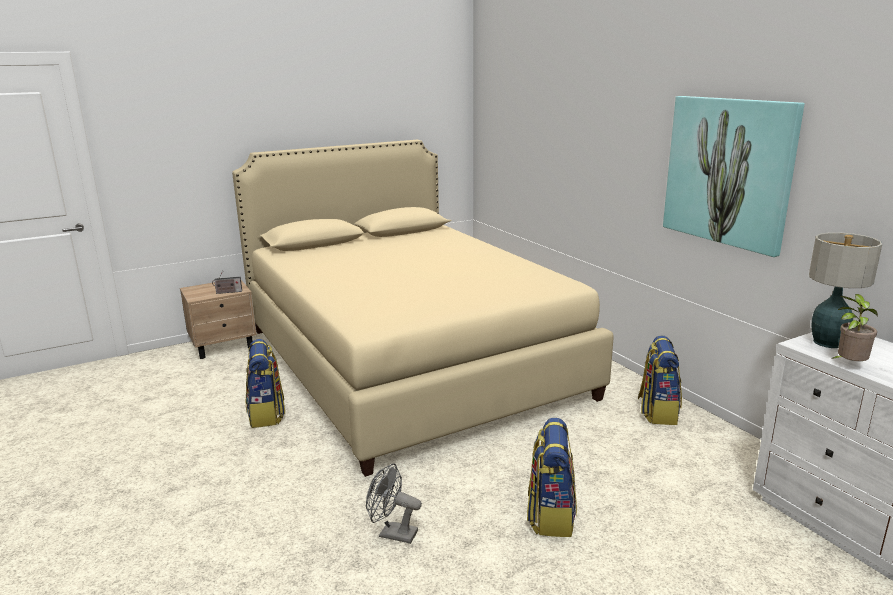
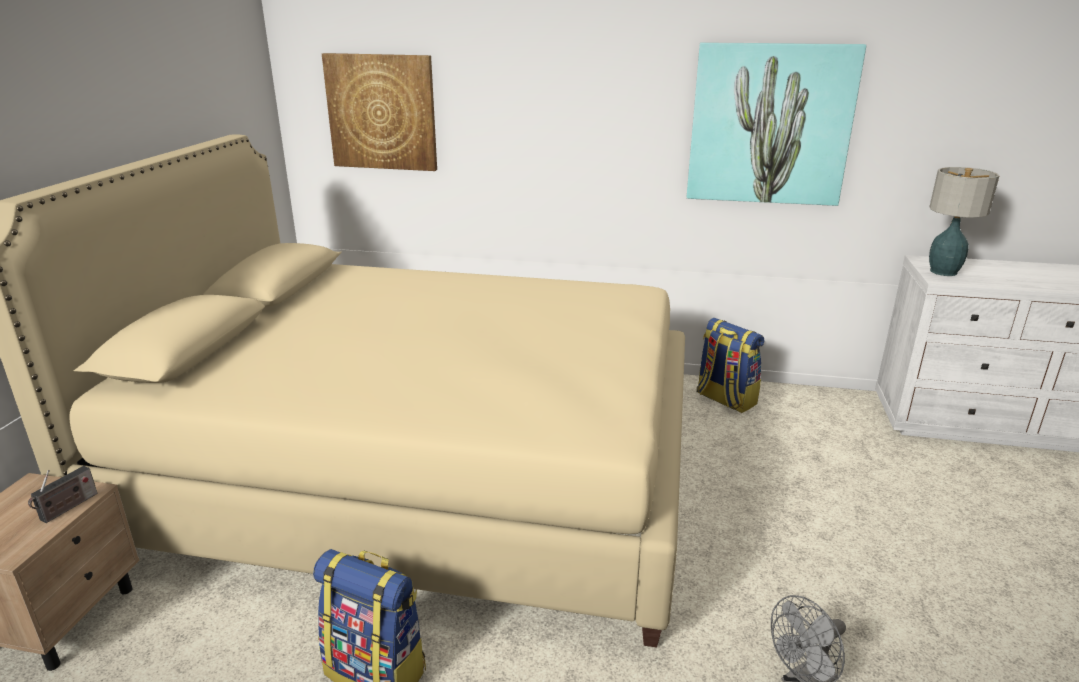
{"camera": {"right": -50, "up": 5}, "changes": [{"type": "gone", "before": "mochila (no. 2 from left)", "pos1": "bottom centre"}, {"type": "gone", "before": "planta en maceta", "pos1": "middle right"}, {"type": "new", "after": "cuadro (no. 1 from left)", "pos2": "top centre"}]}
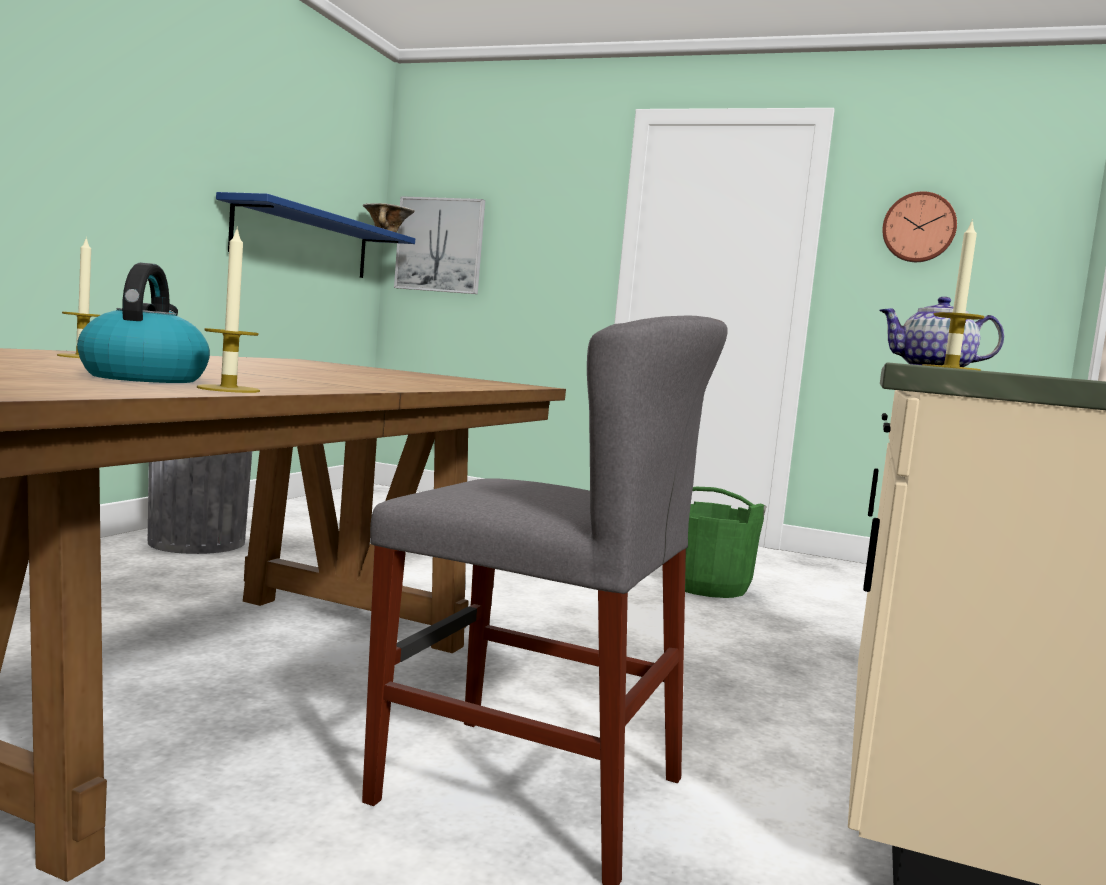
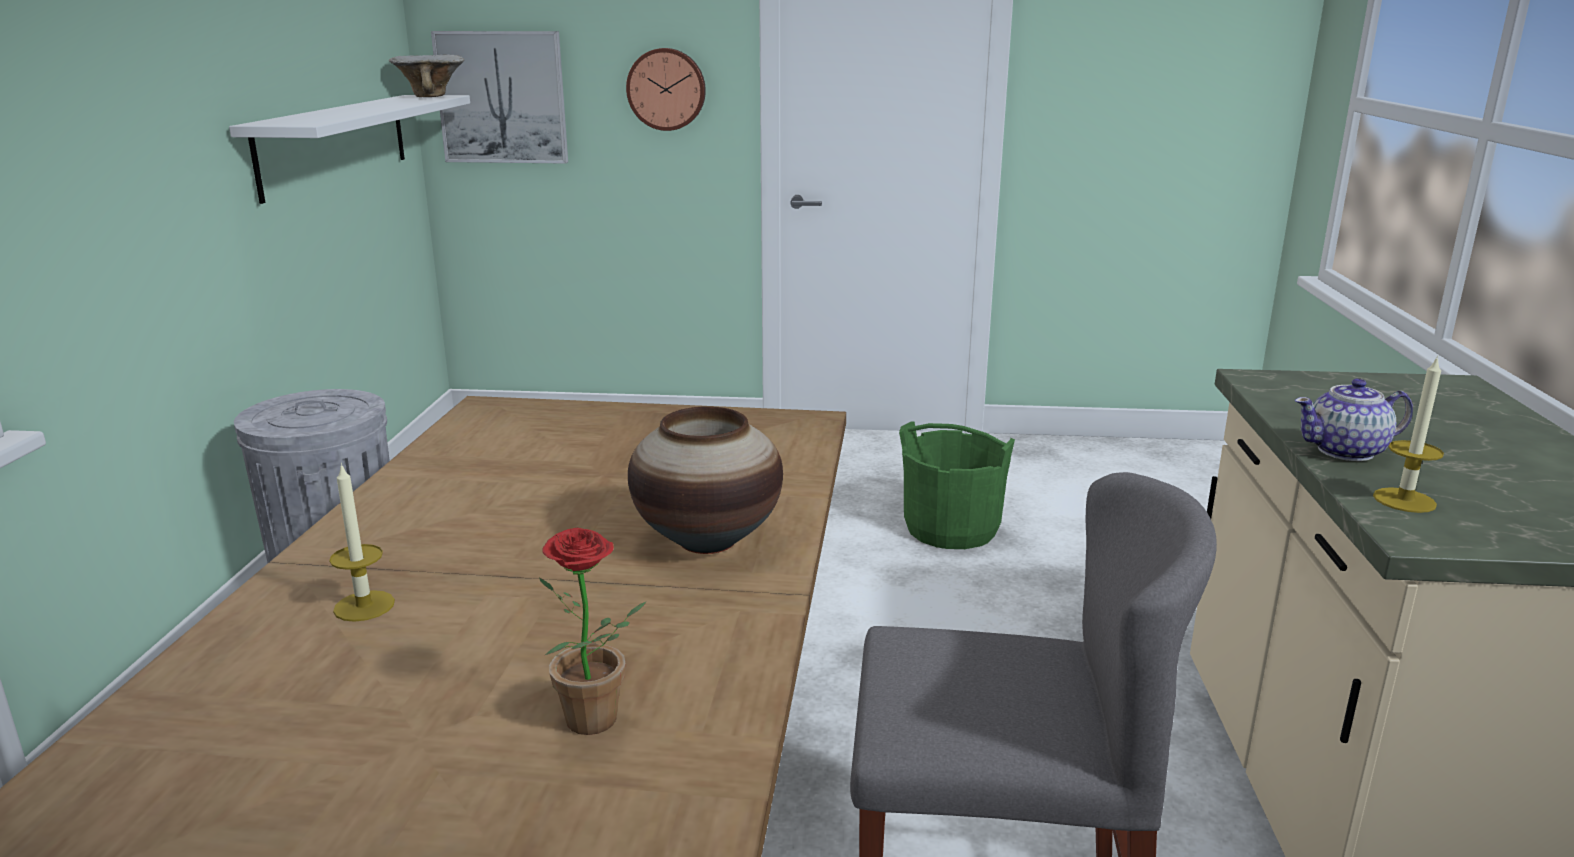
{"camera": {"right": -15, "up": 15}, "changes": [{"type": "swapped", "before": "hervidor", "after": "planta en maceta", "pos1": "middle left", "pos2": "bottom centre"}, {"type": "gone", "before": "vela (no. 2 from left)", "pos1": "middle left"}, {"type": "repainted", "before": "estante/azul", "after": "estante/blanco", "pos1": "top left", "pos2": "top left"}, {"type": "shifted", "before": "reloj de pared", "pos1": "top right", "pos2": "top centre"}, {"type": "new", "after": "florero", "pos2": "centre"}]}
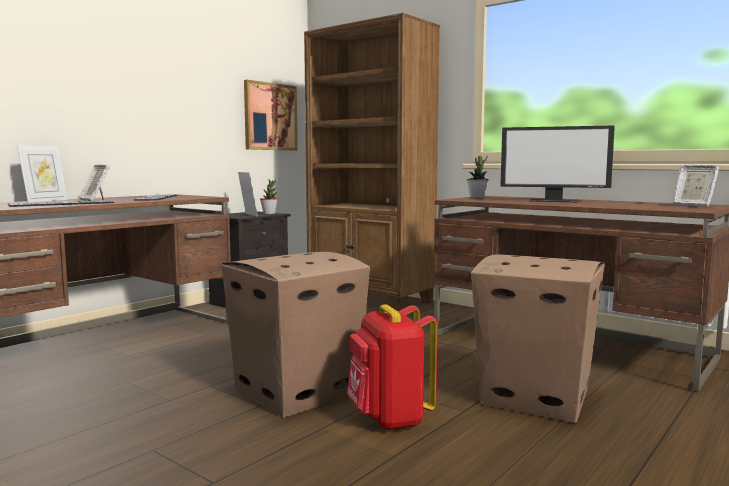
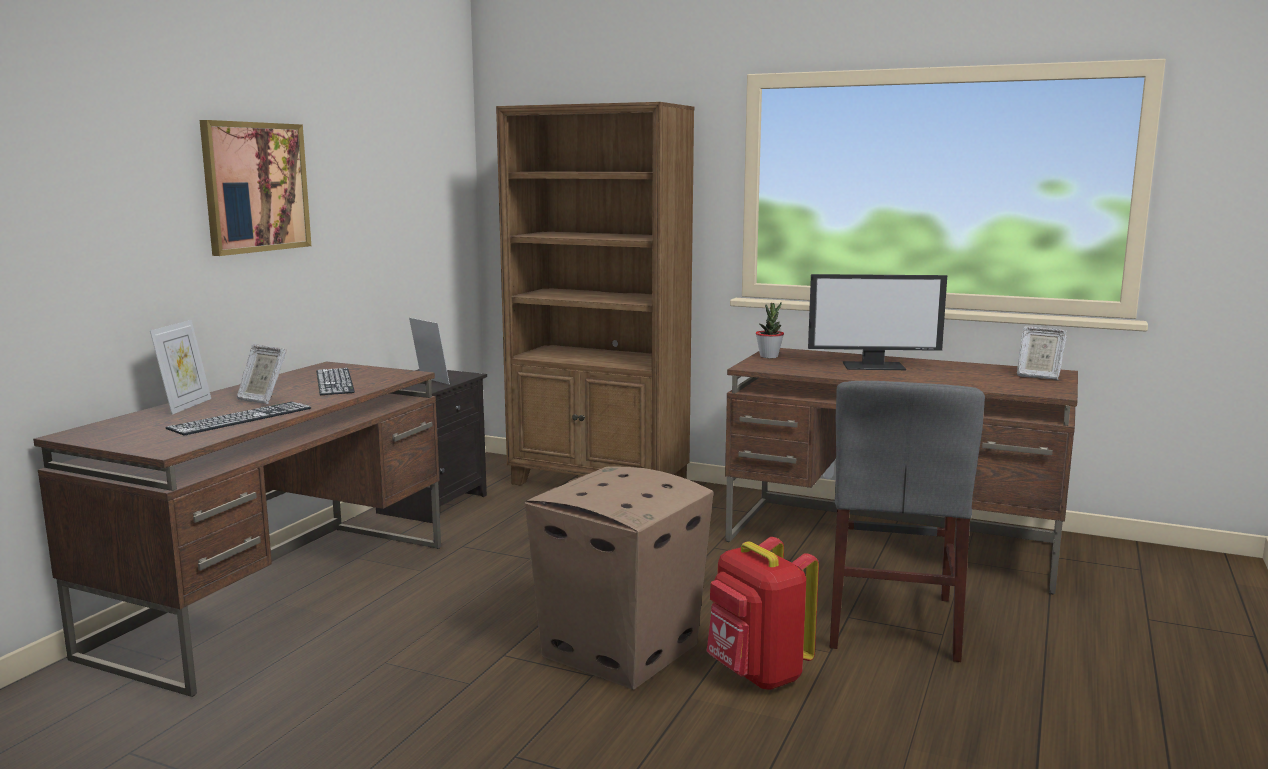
{"camera": {"right": -15, "up": 5}, "changes": [{"type": "shifted", "before": "cuadro", "pos1": "top centre", "pos2": "top left"}, {"type": "gone", "before": "planta en maceta (no. 1 from left)", "pos1": "centre"}, {"type": "swapped", "before": "caja de cartón (no. 2 from left)", "after": "silla/gris", "pos1": "bottom right", "pos2": "bottom right"}]}
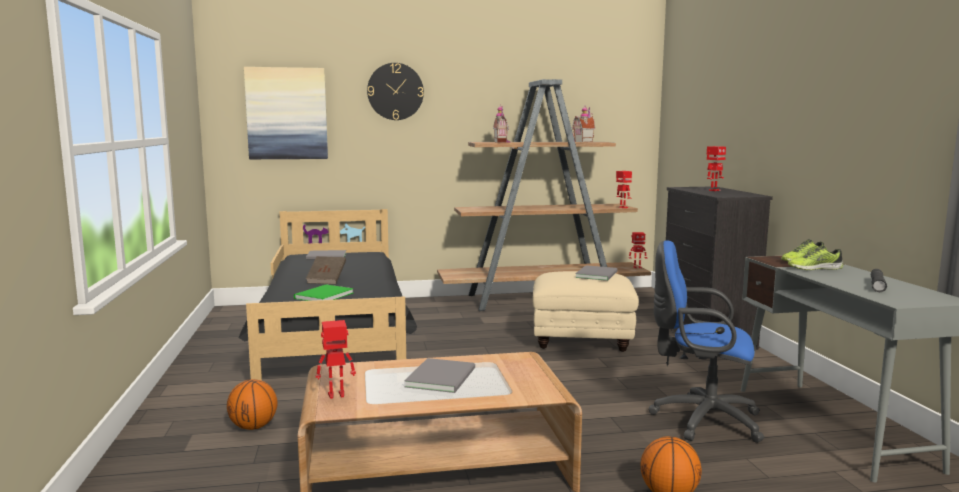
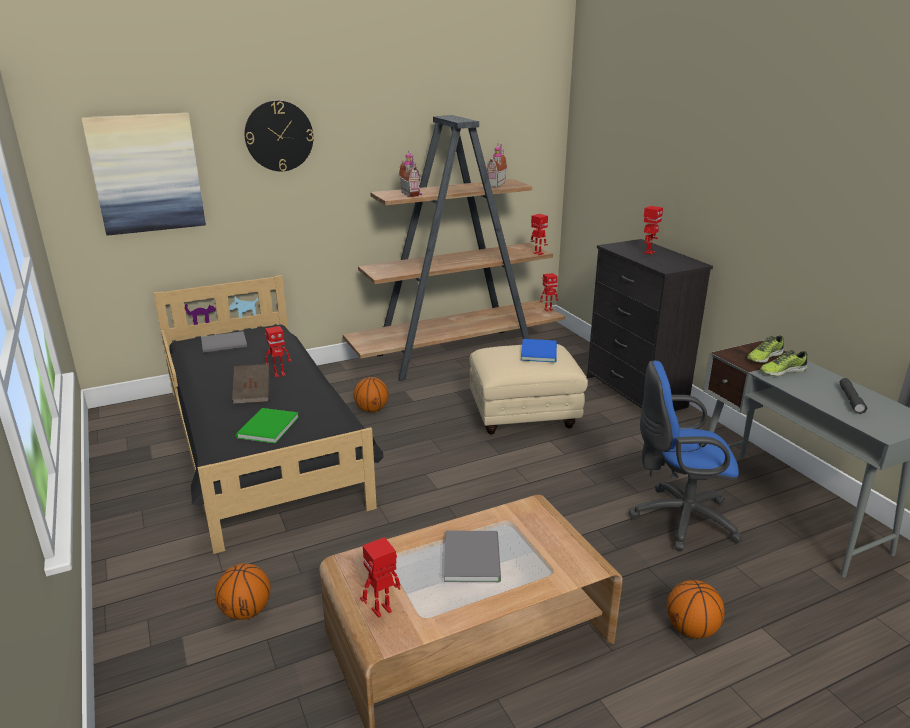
{"camera": {"right": -15, "up": 15}, "changes": [{"type": "repainted", "before": "libro/gris (no. 3 from left)", "after": "libro/azul", "pos1": "centre", "pos2": "centre"}, {"type": "new", "after": "robot de juguete (no. 1 from left)", "pos2": "middle left"}, {"type": "new", "after": "balón de baloncesto (no. 2 from left)", "pos2": "centre"}]}
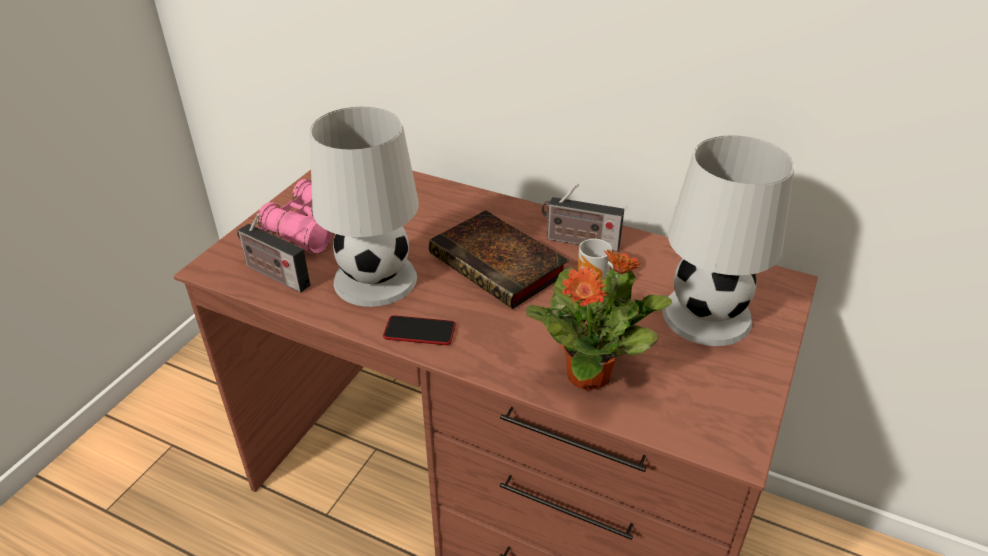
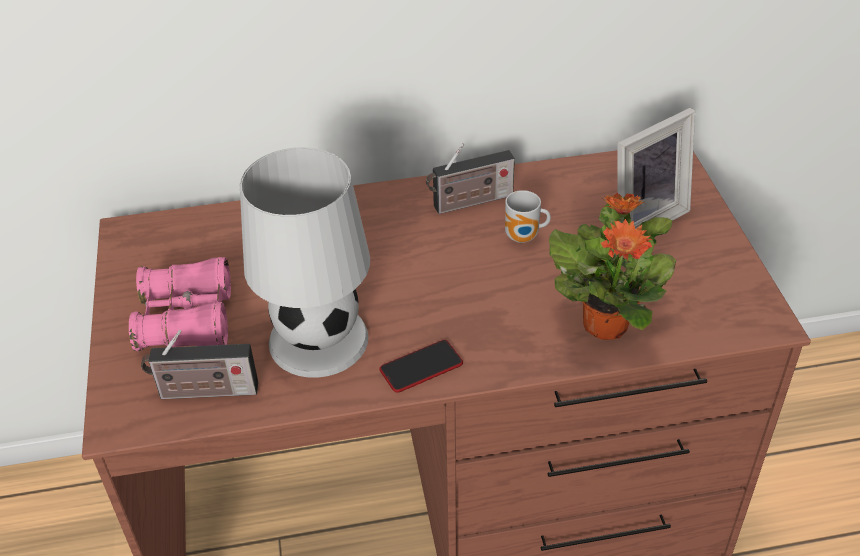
{"camera": {"right": -35, "up": 5}, "changes": [{"type": "gone", "before": "libro", "pos1": "centre"}, {"type": "swapped", "before": "lámpara de mesa/blanco (no. 2 from left)", "after": "portarretratos", "pos1": "middle right", "pos2": "top right"}]}
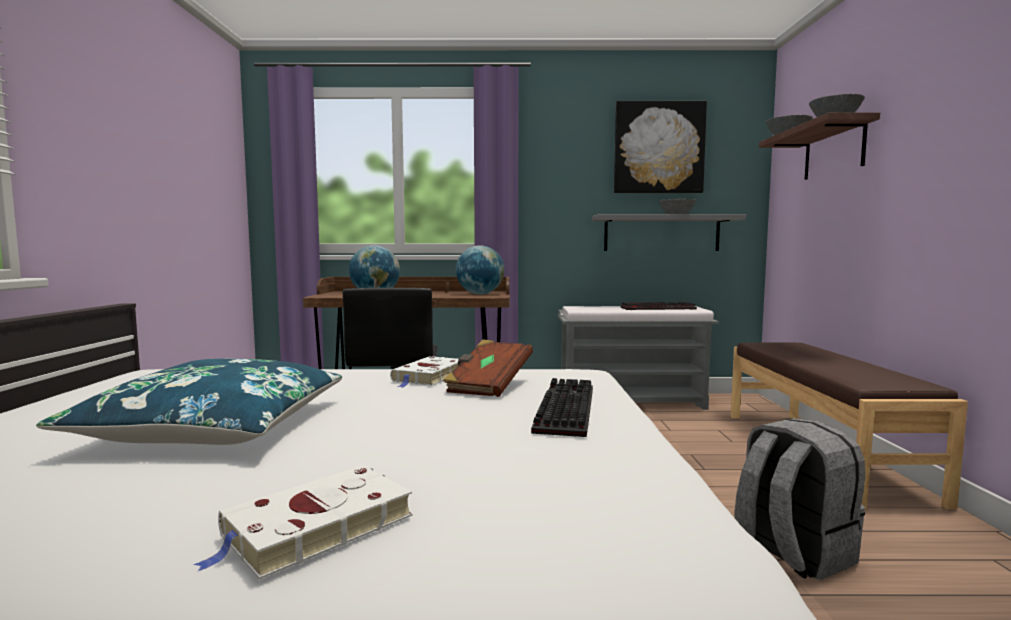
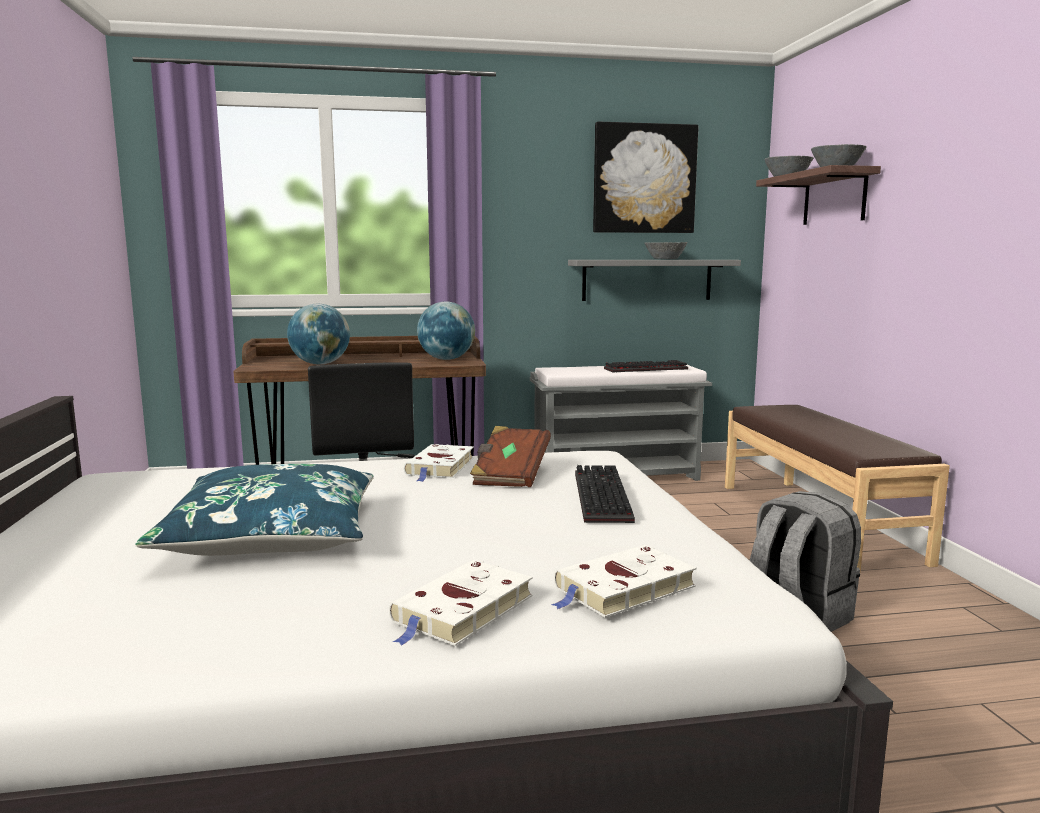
{"camera": {"right": -10, "up": 5}, "changes": [{"type": "new", "after": "libro/blanco (no. 3 from left)", "pos2": "bottom centre"}]}
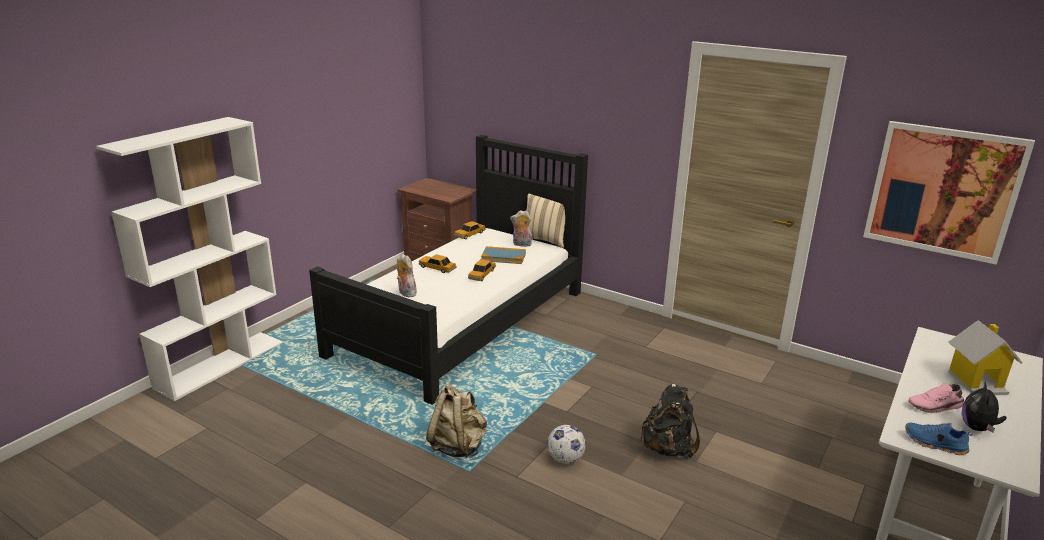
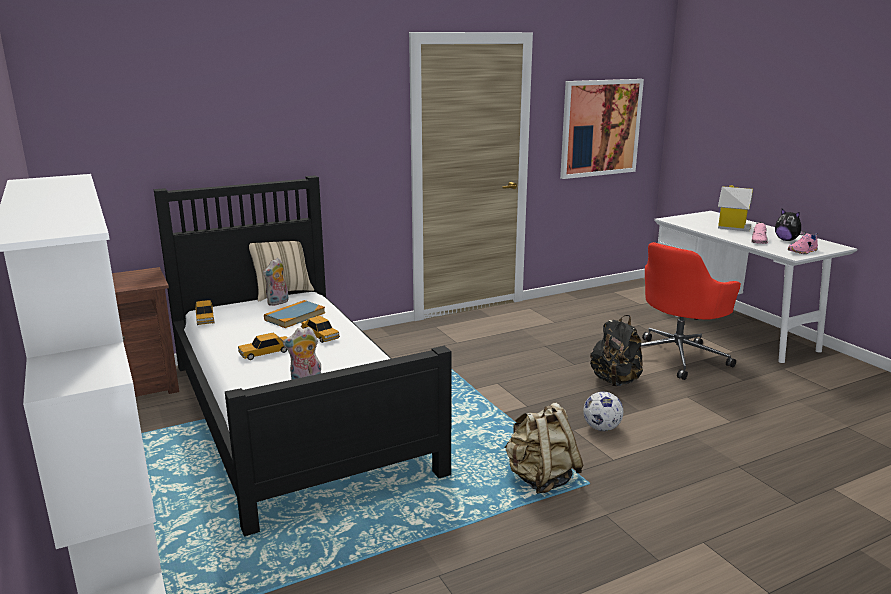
{"camera": {"right": -60, "up": -5}, "changes": [{"type": "repainted", "before": "zapato/azul", "after": "zapato/rosa (no. 2 from left)", "pos1": "bottom right", "pos2": "middle right"}, {"type": "new", "after": "silla de oficina/rojo", "pos2": "middle right"}]}
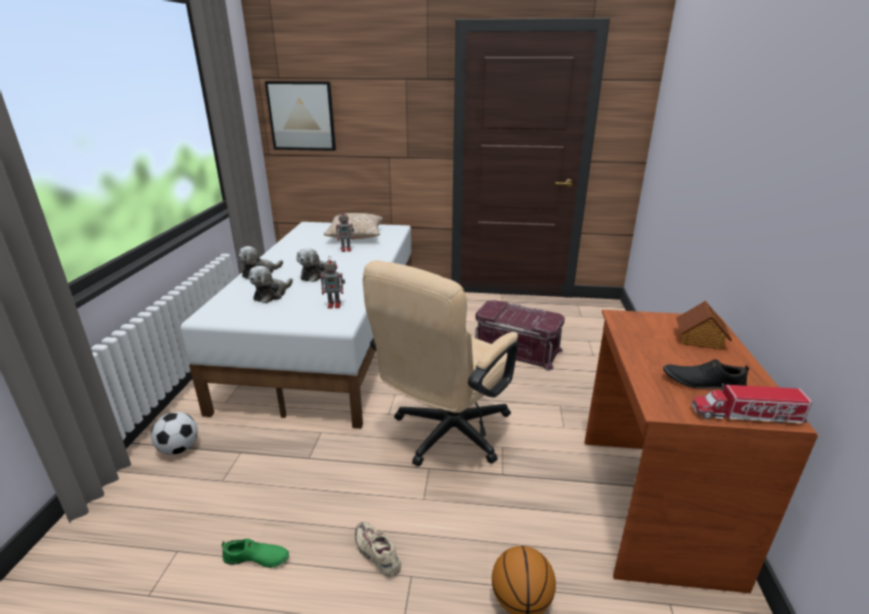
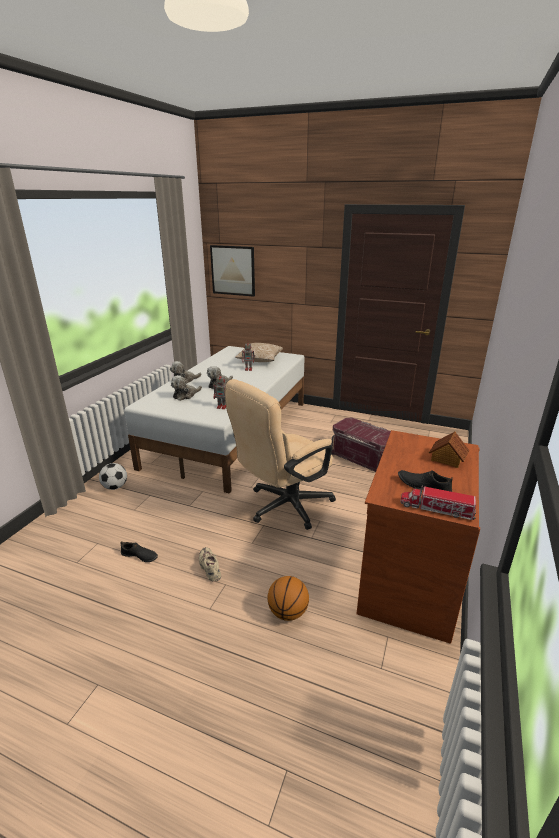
{"camera": {"right": 15, "up": 0}, "changes": [{"type": "repainted", "before": "zapato/verde", "after": "zapato/negro (no. 1 from left)", "pos1": "bottom left", "pos2": "middle left"}]}
